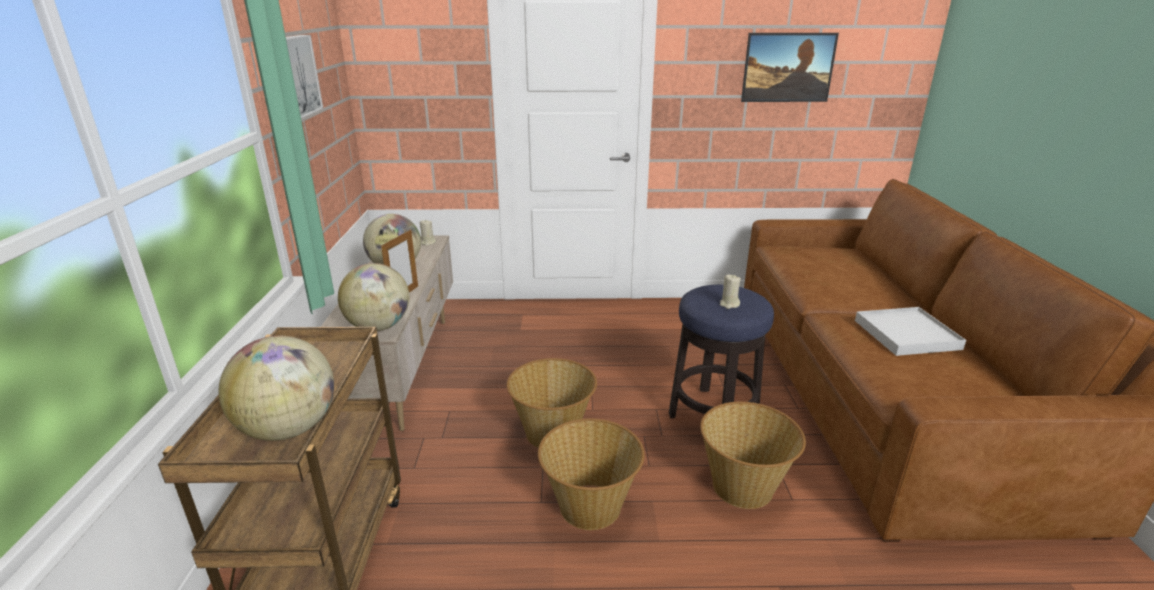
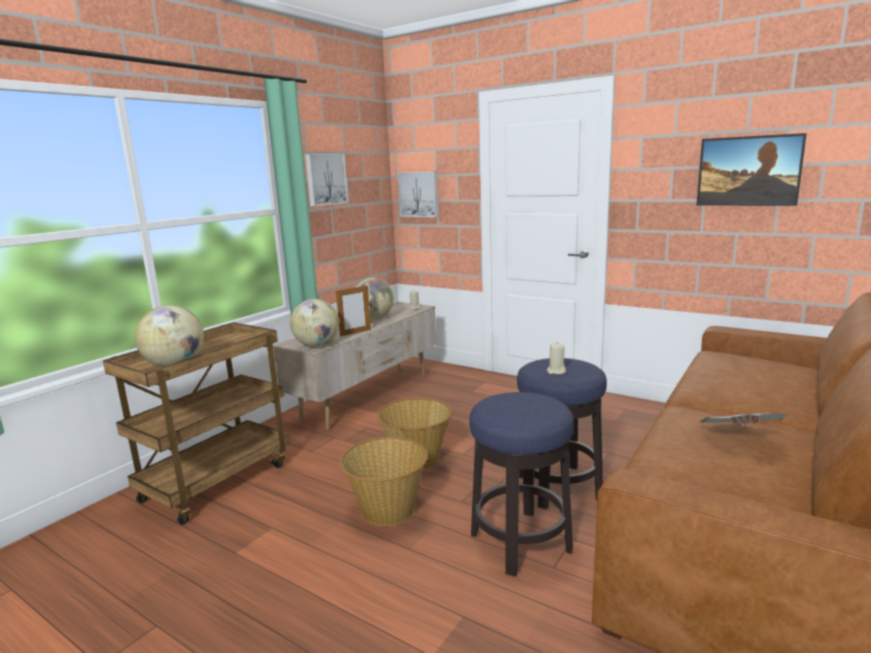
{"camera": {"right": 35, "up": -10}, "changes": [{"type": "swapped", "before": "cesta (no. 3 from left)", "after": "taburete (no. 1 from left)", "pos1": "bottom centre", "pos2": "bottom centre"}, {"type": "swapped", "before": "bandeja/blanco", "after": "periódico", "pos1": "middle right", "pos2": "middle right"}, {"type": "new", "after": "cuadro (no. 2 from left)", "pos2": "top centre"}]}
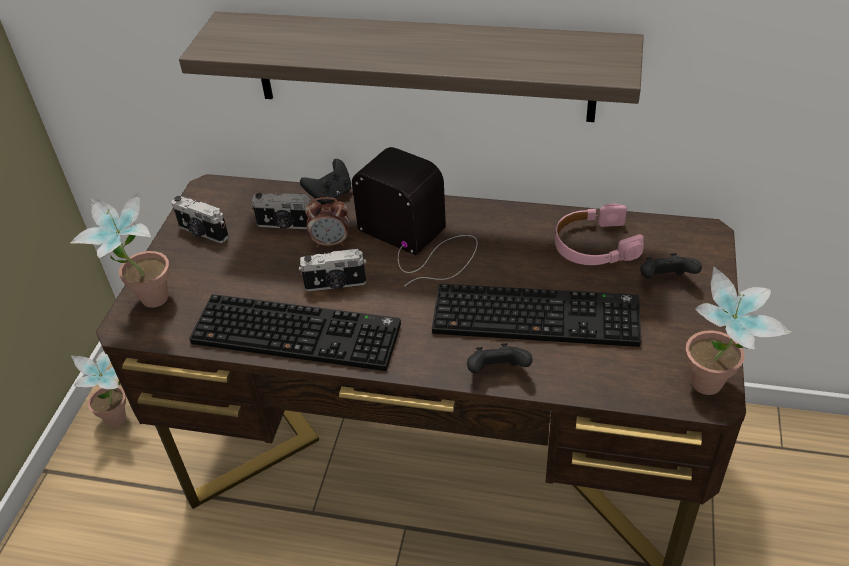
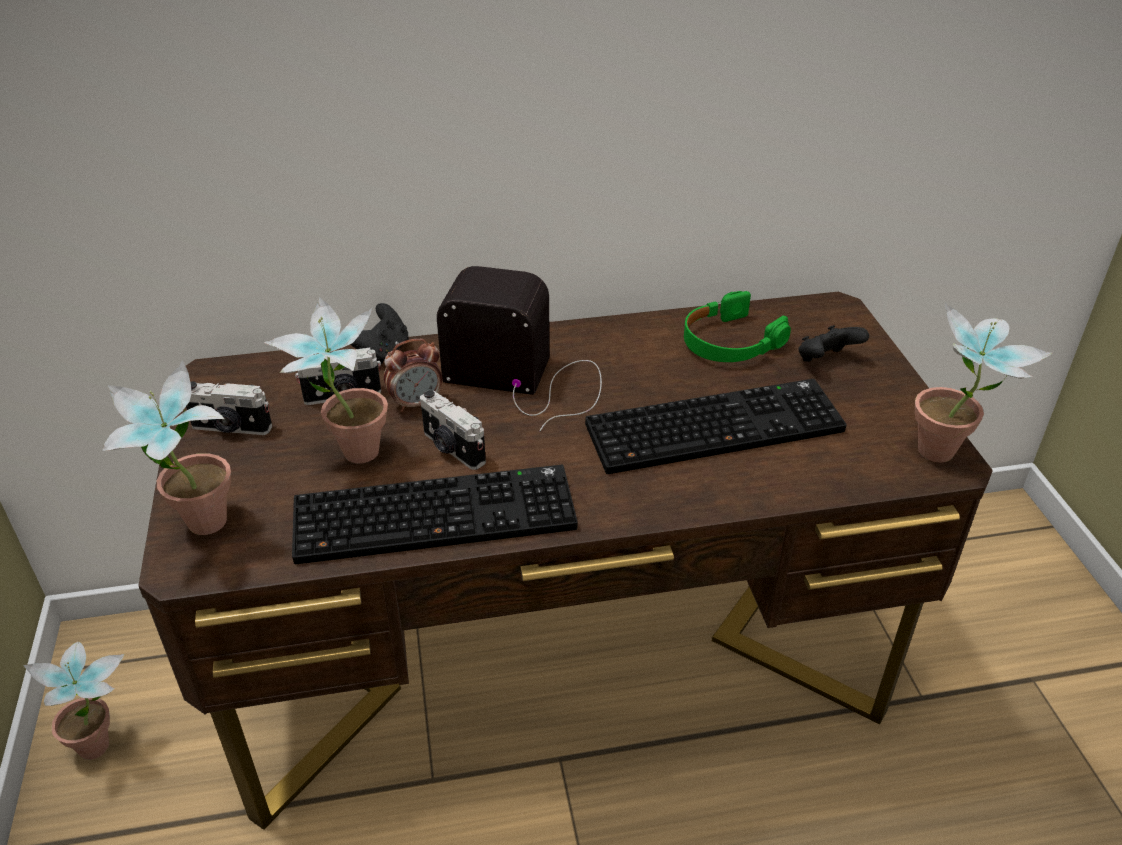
{"camera": {"right": -25, "up": -5}, "changes": [{"type": "gone", "before": "estante", "pos1": "top centre"}, {"type": "rotated", "before": "cámara (no. 3 from left)", "pos1": "centre", "pos2": "centre", "turn": 75}, {"type": "gone", "before": "mando de consola/negro (no. 2 from left)", "pos1": "centre"}, {"type": "repainted", "before": "auriculares/rosa", "after": "auriculares/verde", "pos1": "middle right", "pos2": "centre"}, {"type": "new", "after": "planta en maceta (no. 3 from left)", "pos2": "middle left"}]}
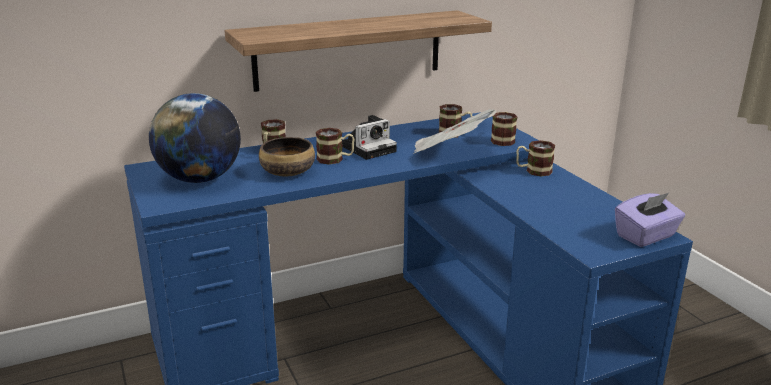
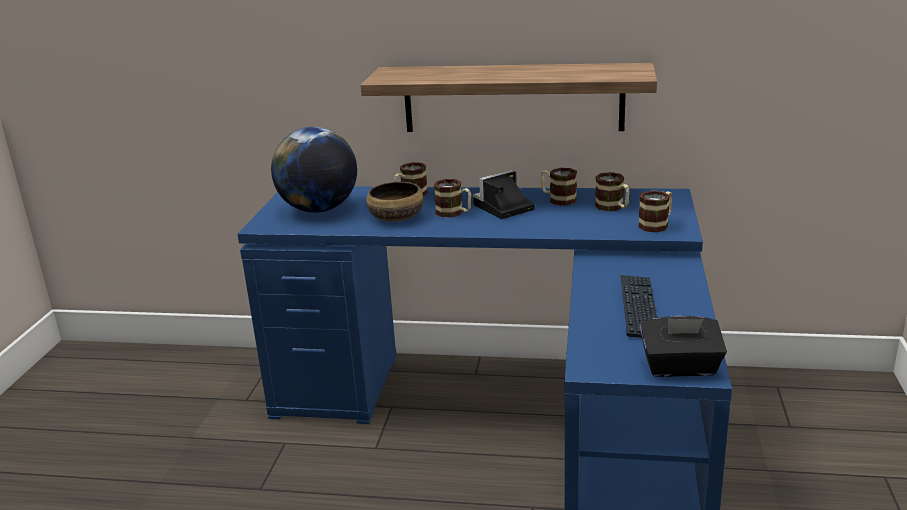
{"camera": {"right": 35, "up": 0}, "changes": [{"type": "rotated", "before": "cámara", "pos1": "centre", "pos2": "centre", "turn": 150}, {"type": "gone", "before": "periódico", "pos1": "centre"}, {"type": "shifted", "before": "taza grande (no. 5 from left in the first image)", "after": "taza grande (no. 3 from left)", "pos1": "middle right", "pos2": "centre"}, {"type": "repainted", "before": "caja de pañuelos/morado", "after": "caja de pañuelos/negro", "pos1": "middle right", "pos2": "bottom right"}, {"type": "new", "after": "teclado", "pos2": "middle right"}]}
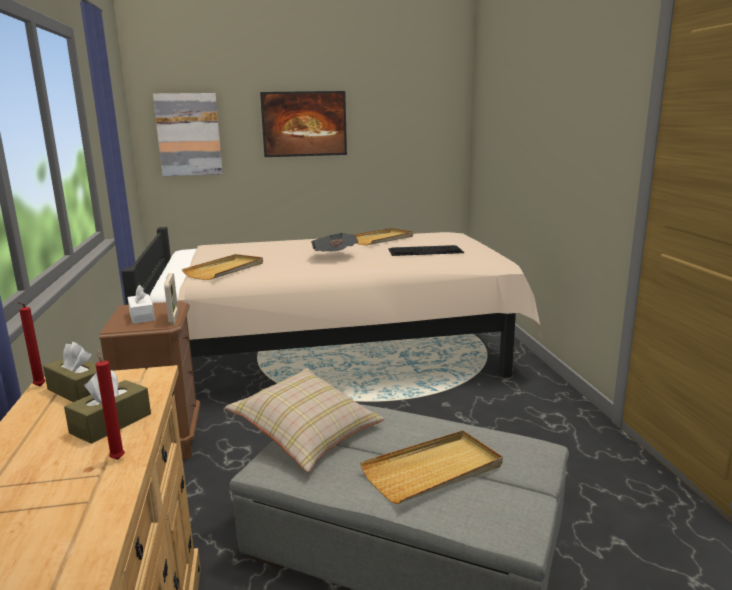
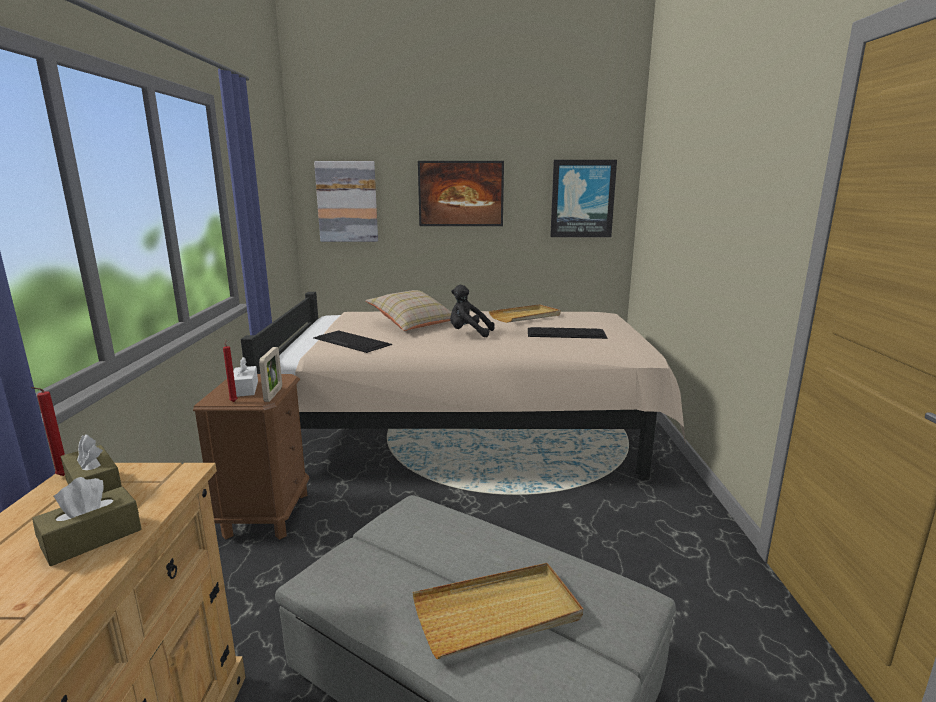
{"camera": {"right": 10, "up": 0}, "changes": [{"type": "shifted", "before": "vela/rojo (no. 2 from left)", "pos1": "bottom left", "pos2": "middle left"}, {"type": "swapped", "before": "bandeja/beis (no. 1 from left)", "after": "teclado (no. 1 from left)", "pos1": "middle left", "pos2": "centre"}, {"type": "shifted", "before": "cojín/beis", "pos1": "bottom centre", "pos2": "centre"}, {"type": "swapped", "before": "periódico", "after": "peluche/negro", "pos1": "centre", "pos2": "centre"}, {"type": "new", "after": "cuadro (no. 3 from left)", "pos2": "top centre"}]}
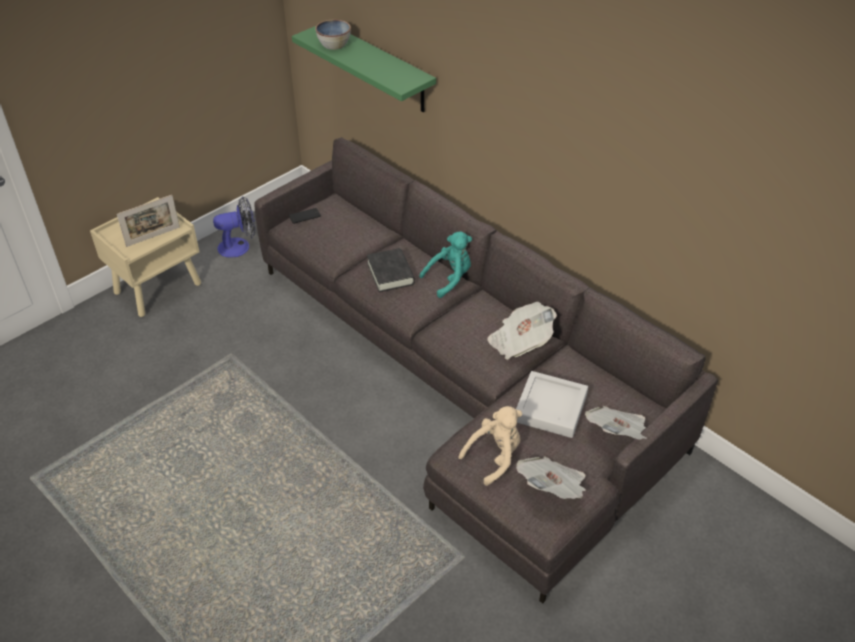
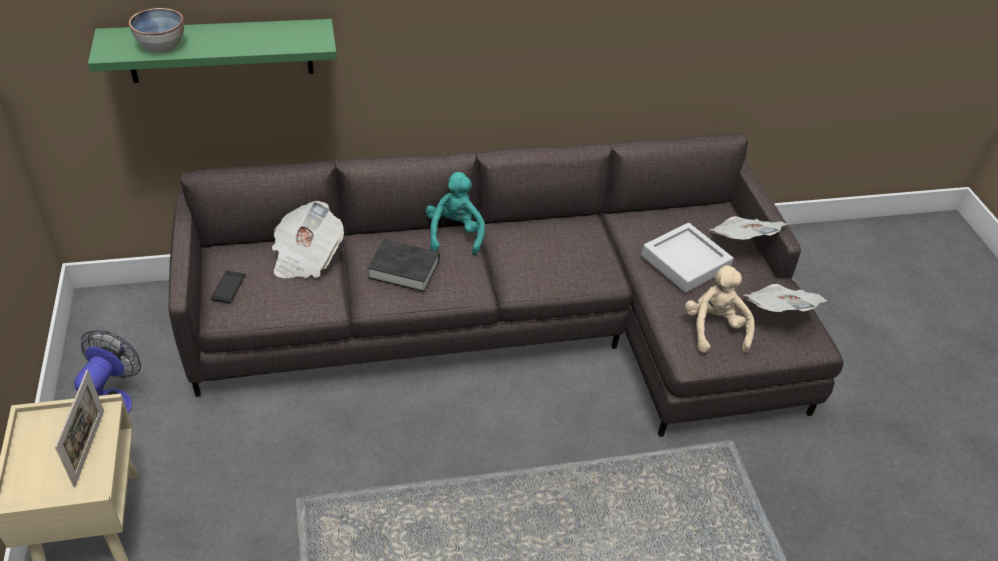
{"camera": {"right": -60, "up": 0}, "changes": [{"type": "shifted", "before": "periódico (no. 1 from left)", "pos1": "centre", "pos2": "middle left"}]}
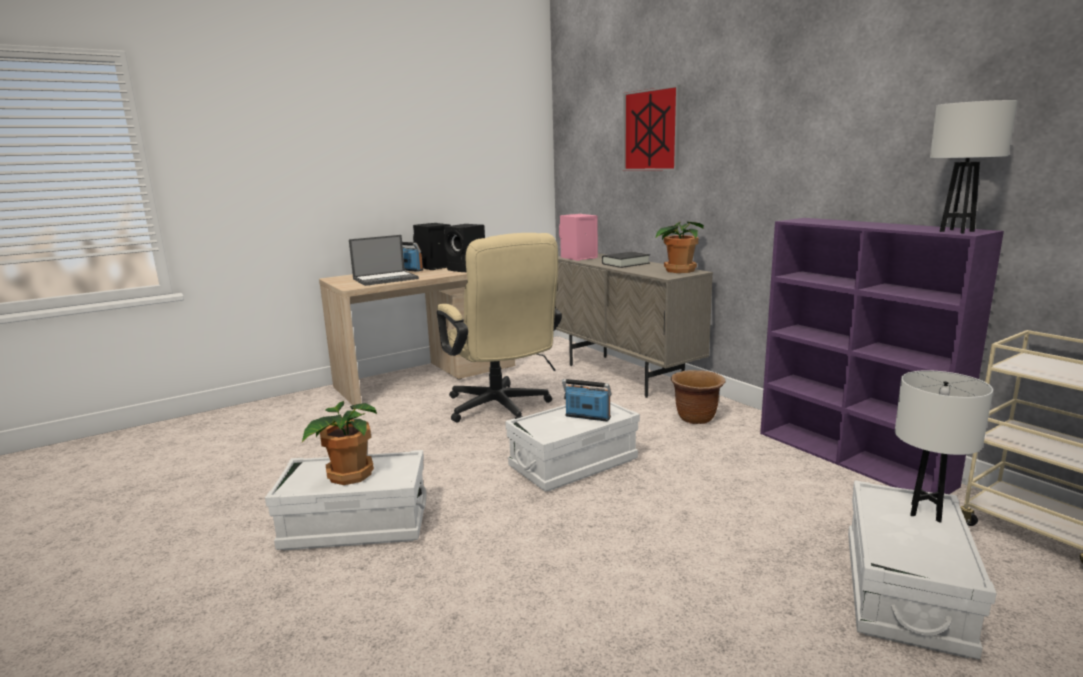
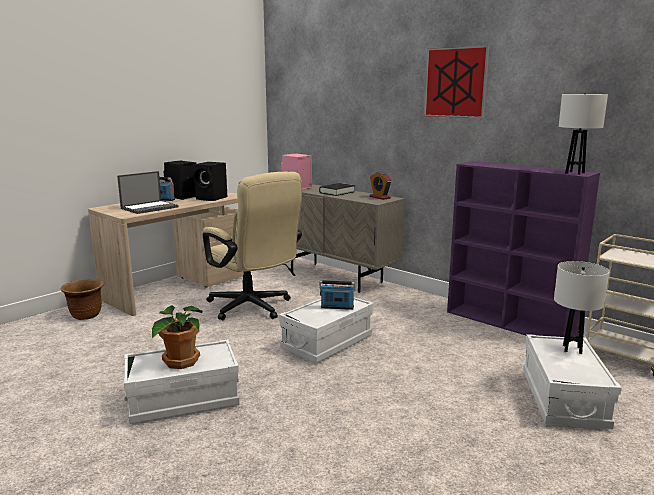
{"camera": {"right": -15, "up": 0}, "changes": [{"type": "shifted", "before": "cuadro", "pos1": "top centre", "pos2": "top right"}, {"type": "swapped", "before": "planta en maceta (no. 2 from left)", "after": "despertador", "pos1": "centre", "pos2": "centre"}, {"type": "shifted", "before": "maceta/marrón", "pos1": "centre", "pos2": "middle left"}]}
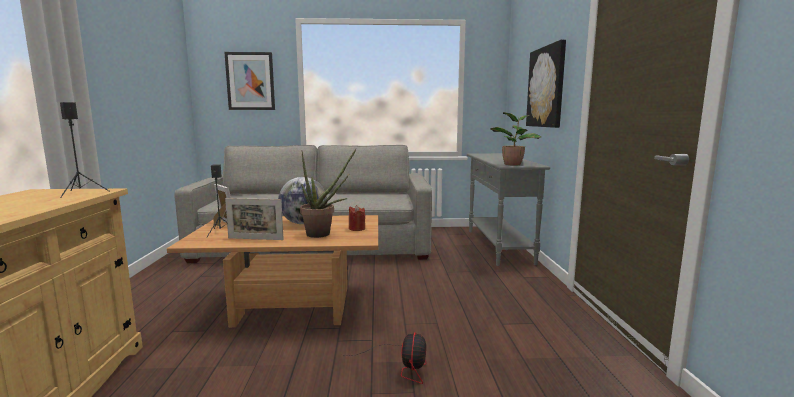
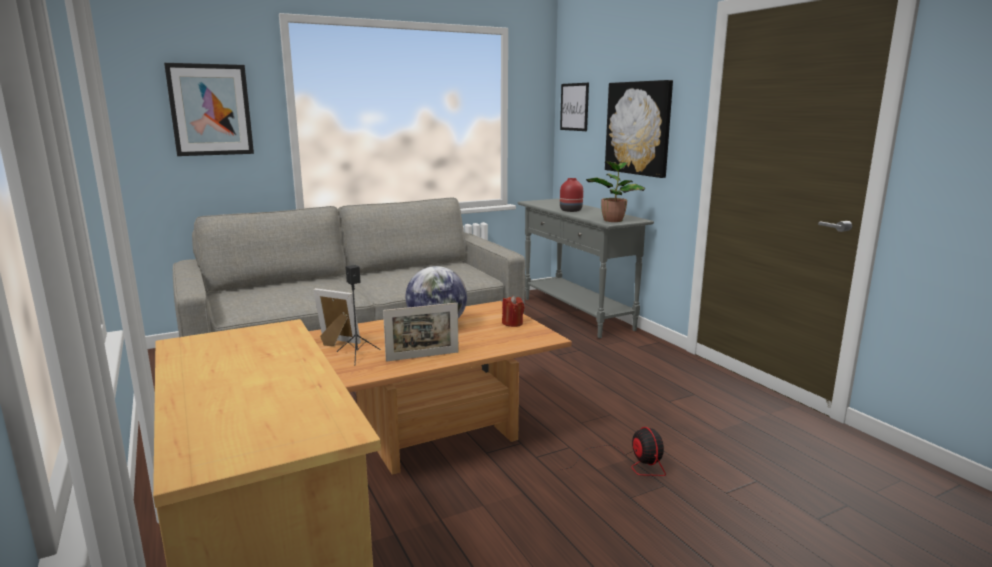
{"camera": {"right": -25, "up": 5}, "changes": [{"type": "gone", "before": "altavoz/negro (no. 1 from left)", "pos1": "middle left"}, {"type": "gone", "before": "planta en maceta (no. 1 from left)", "pos1": "centre"}, {"type": "new", "after": "cuadro (no. 2 from left)", "pos2": "top centre"}, {"type": "new", "after": "florero/rojo", "pos2": "centre"}]}
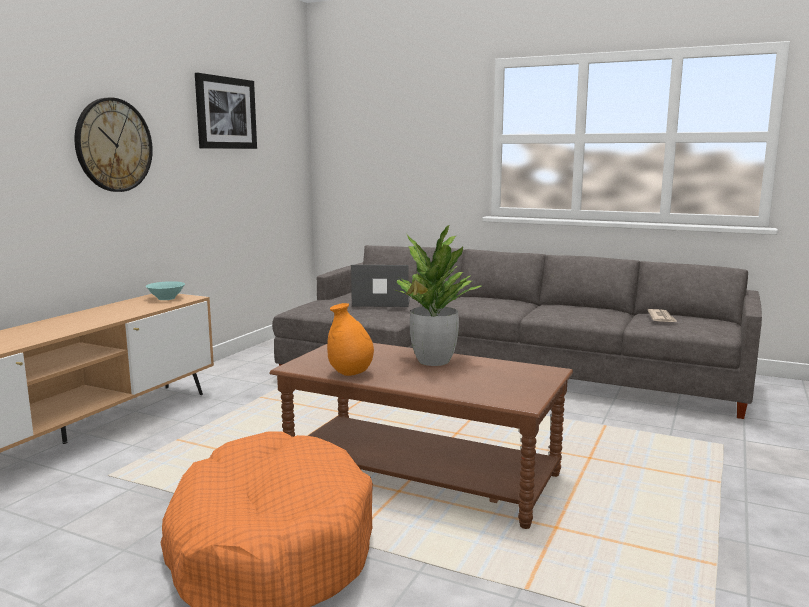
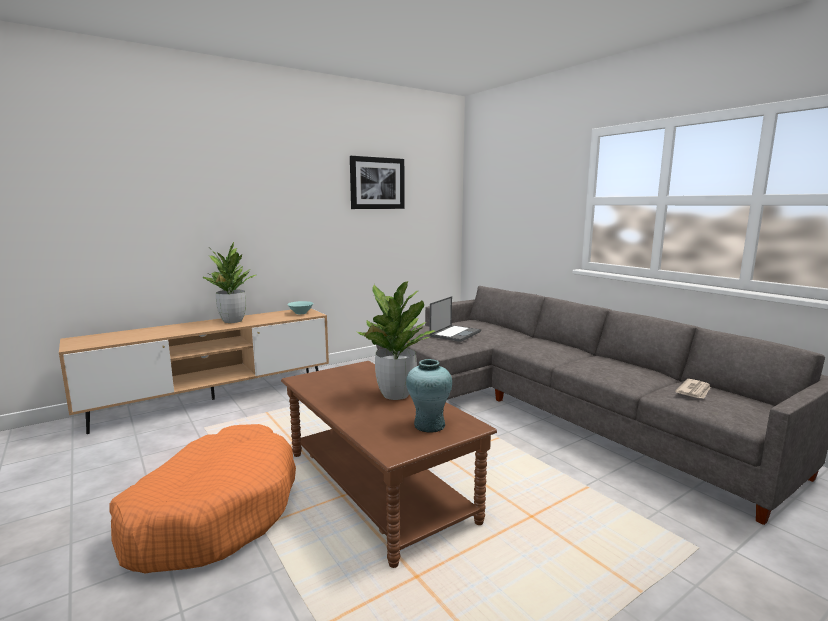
{"camera": {"right": 30, "up": 0}, "changes": [{"type": "gone", "before": "reloj de pared", "pos1": "top left"}, {"type": "gone", "before": "florero/naranja", "pos1": "centre"}, {"type": "rotated", "before": "portátil", "pos1": "centre", "pos2": "centre", "turn": 90}, {"type": "new", "after": "planta en maceta (no. 1 from left)", "pos2": "middle left"}, {"type": "new", "after": "florero/turquesa", "pos2": "centre"}]}
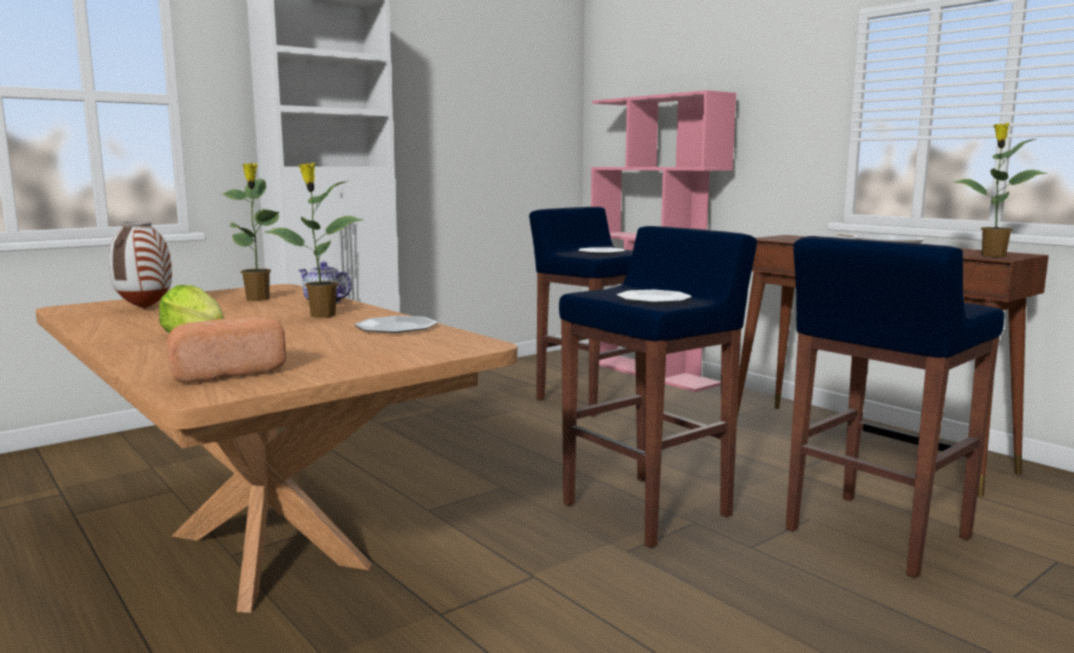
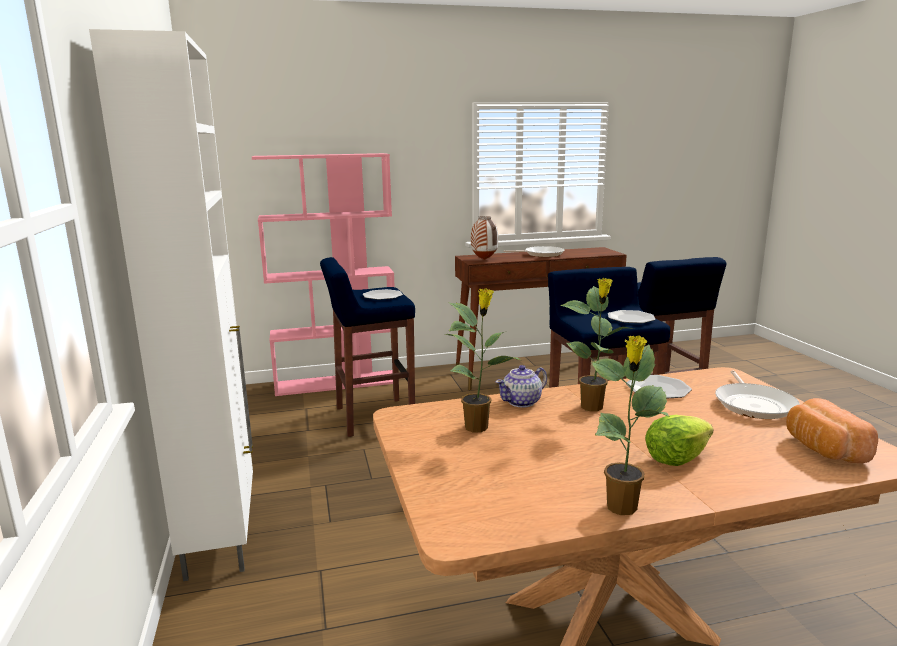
{"camera": {"right": -65, "up": 5}, "changes": [{"type": "shifted", "before": "florero", "pos1": "middle left", "pos2": "centre"}, {"type": "shifted", "before": "planta en maceta (no. 3 from left)", "pos1": "top right", "pos2": "middle right"}, {"type": "new", "after": "sartén (no. 2 from left)", "pos2": "middle right"}]}
